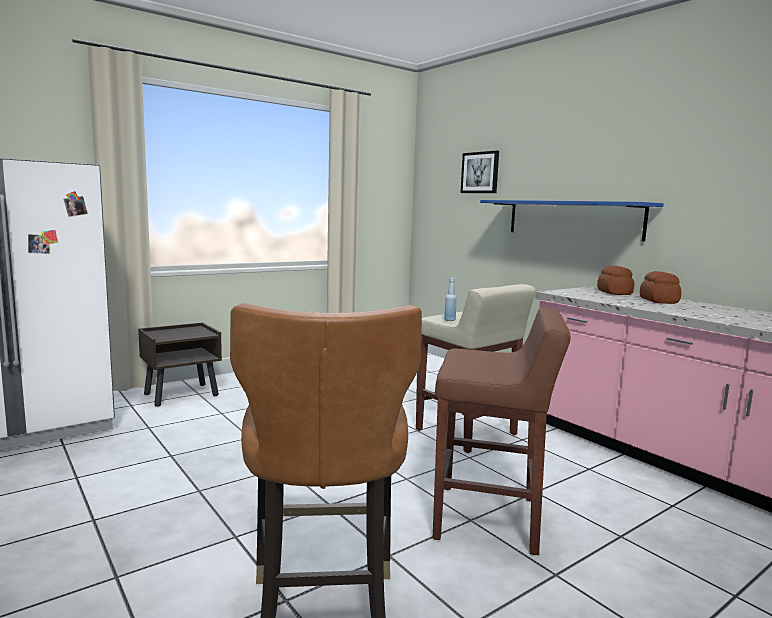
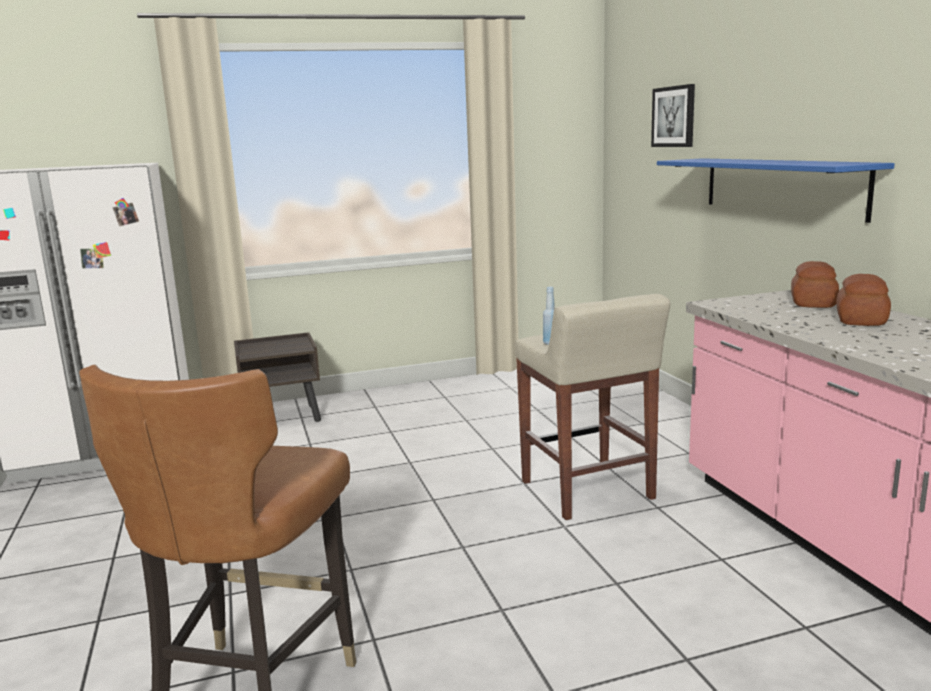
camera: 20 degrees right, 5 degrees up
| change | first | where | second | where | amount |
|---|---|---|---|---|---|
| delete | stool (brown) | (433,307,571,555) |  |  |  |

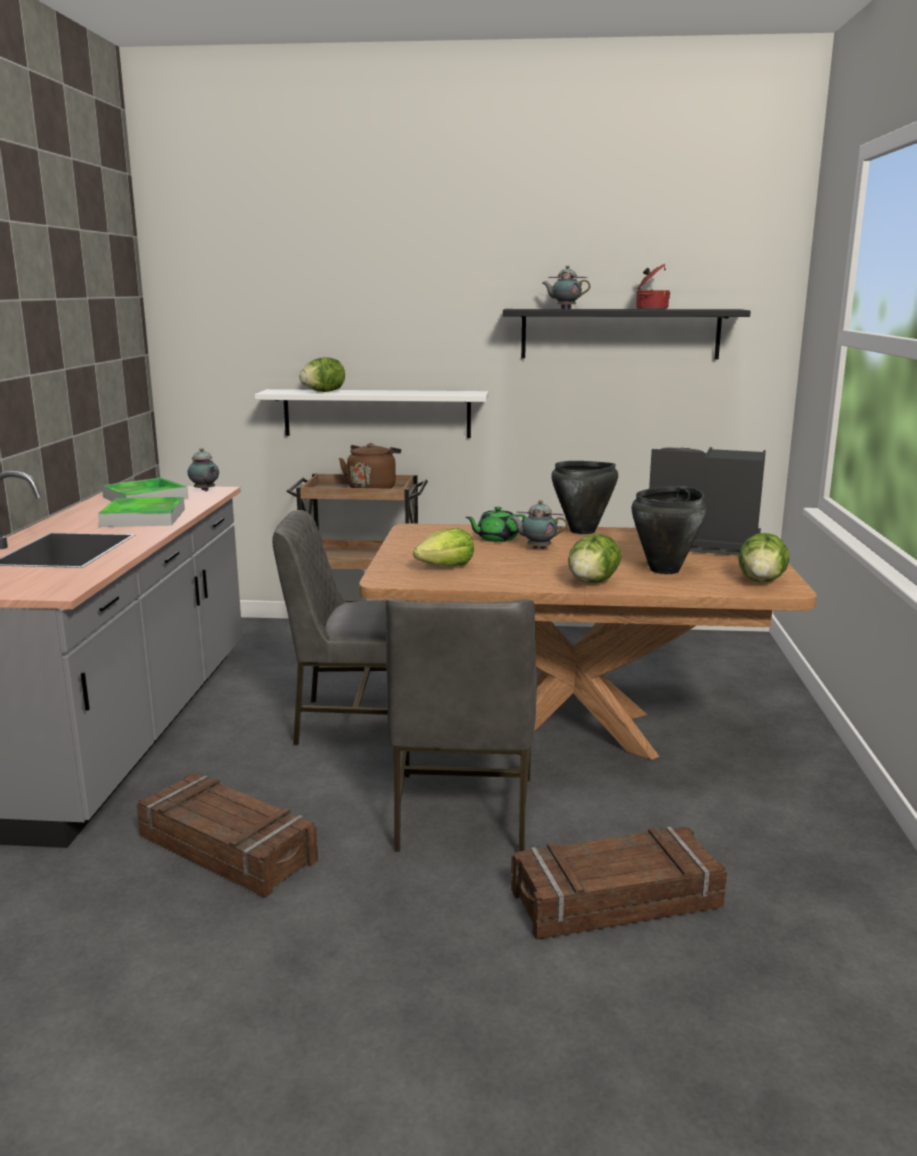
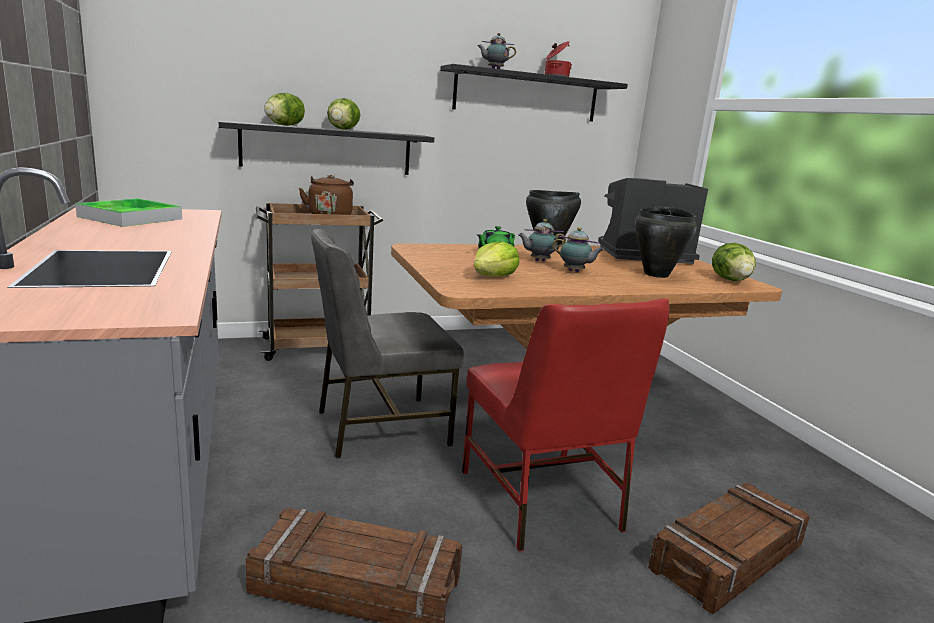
camera: 25 degrees left, 0 degrees up
| change | first | where | second | where | amount |
|---|---|---|---|---|---|
| recolor | shelf (white) | (255,389,488,438) | shelf (black) | (219,121,434,175) |  |
| move | lettuce | (568,534,621,583) |  | (327,98,360,130) |  |
| recolor | chair (grey) | (386,599,537,852) | chair (red) | (462,298,669,552) |  |
| move | teapot | (188,448,219,491) |  | (553,227,604,272) |  |
| delete | tray | (98,497,185,527) |  |  |  |

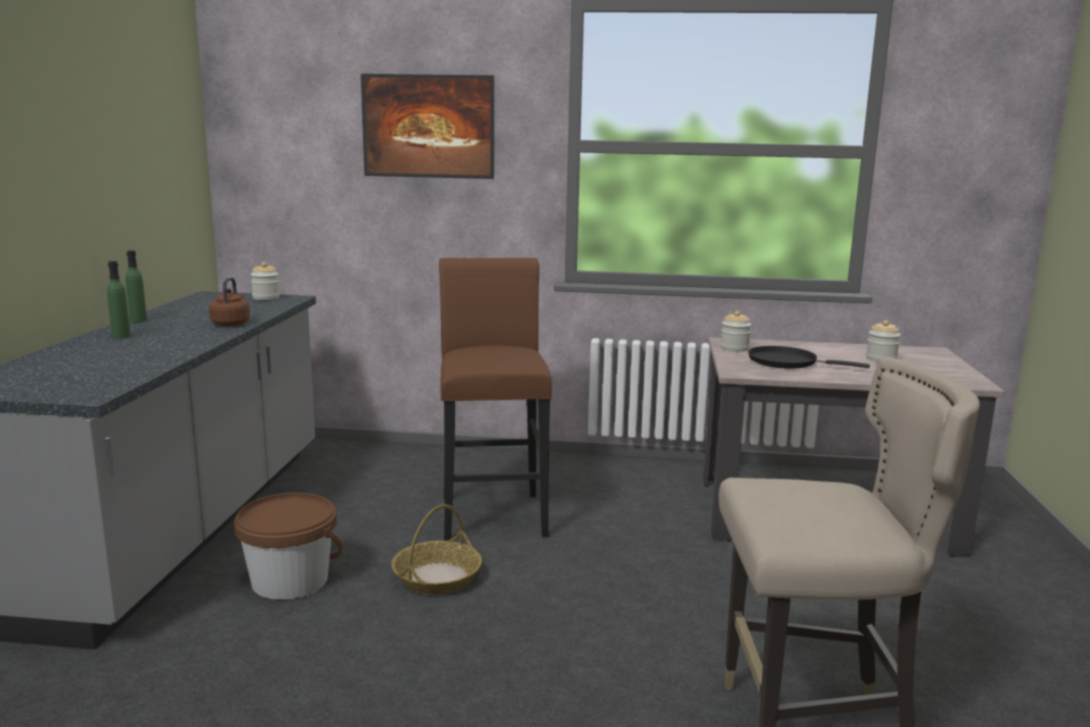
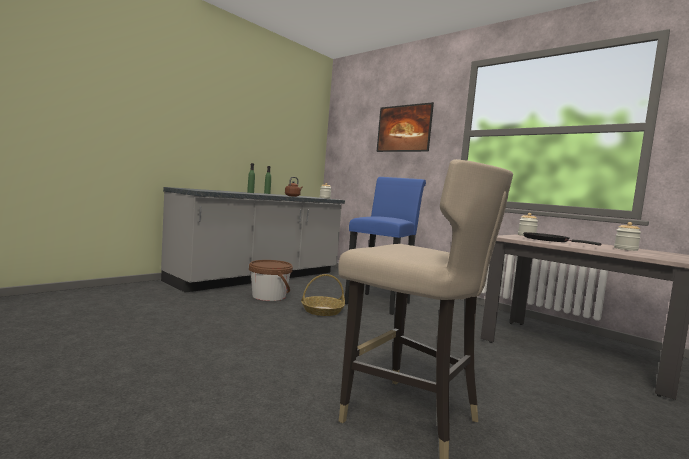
camera: 35 degrees right, 10 degrees down
| change | first | where | second | where | amount |
|---|---|---|---|---|---|
| recolor | stool (brown) | (439,258,552,541) | stool (blue) | (345,177,426,315) |  |

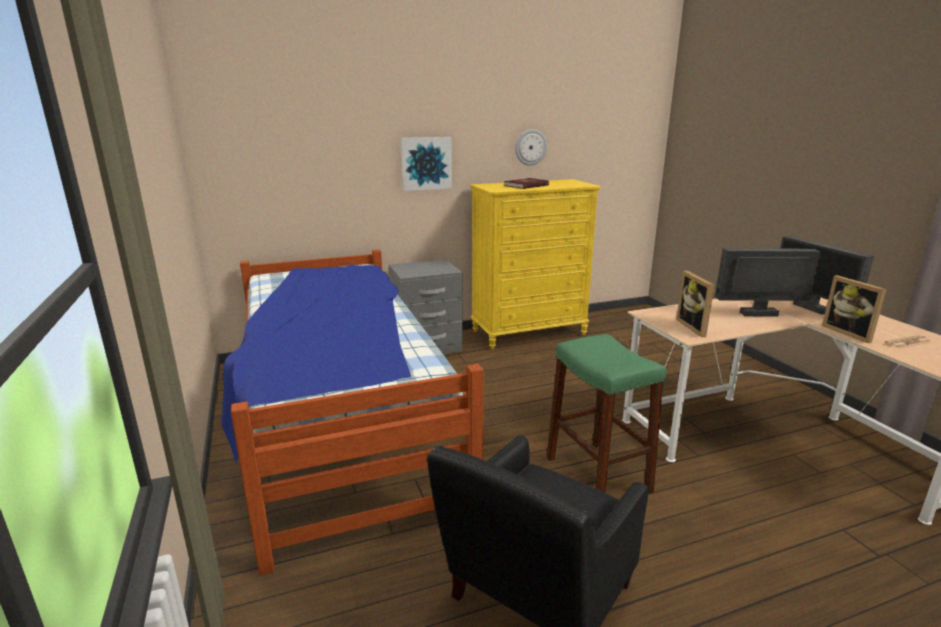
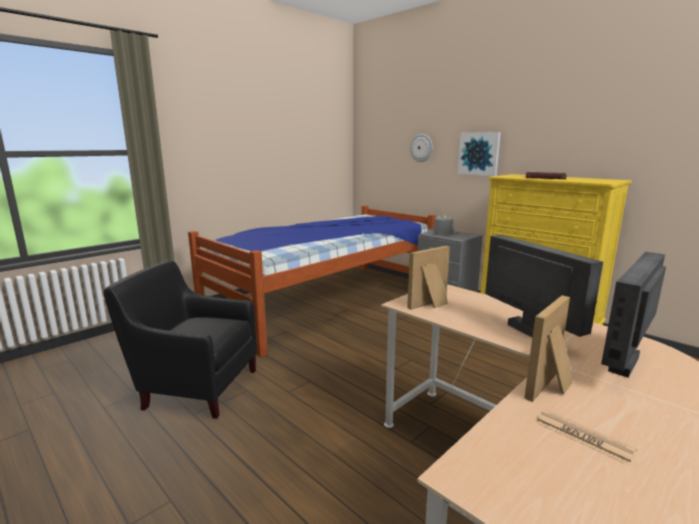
camera: 65 degrees right, 5 degrees down
| change | first | where | second | where | amount |
|---|---|---|---|---|---|
| move | wall clock | (515,129,547,166) |  | (410,134,433,162) |  |
| insert |  |  | hat (grey) | (427,216,459,236) |  |
| delete | stool (green) | (547,334,666,494) |  |  |  |

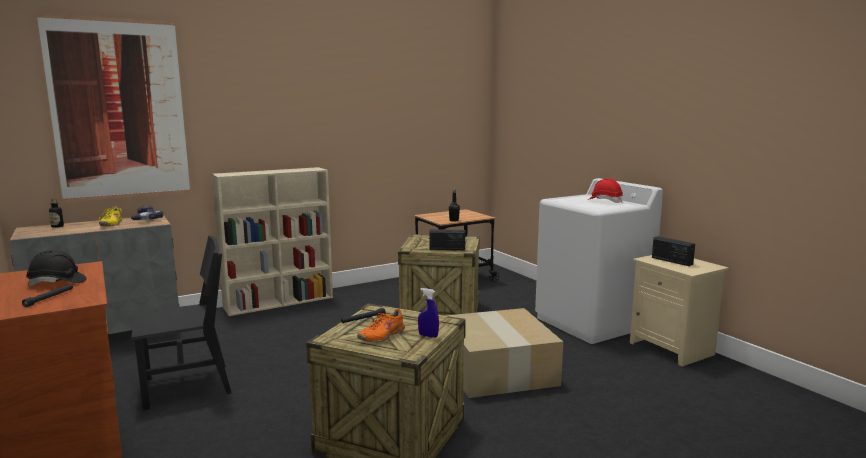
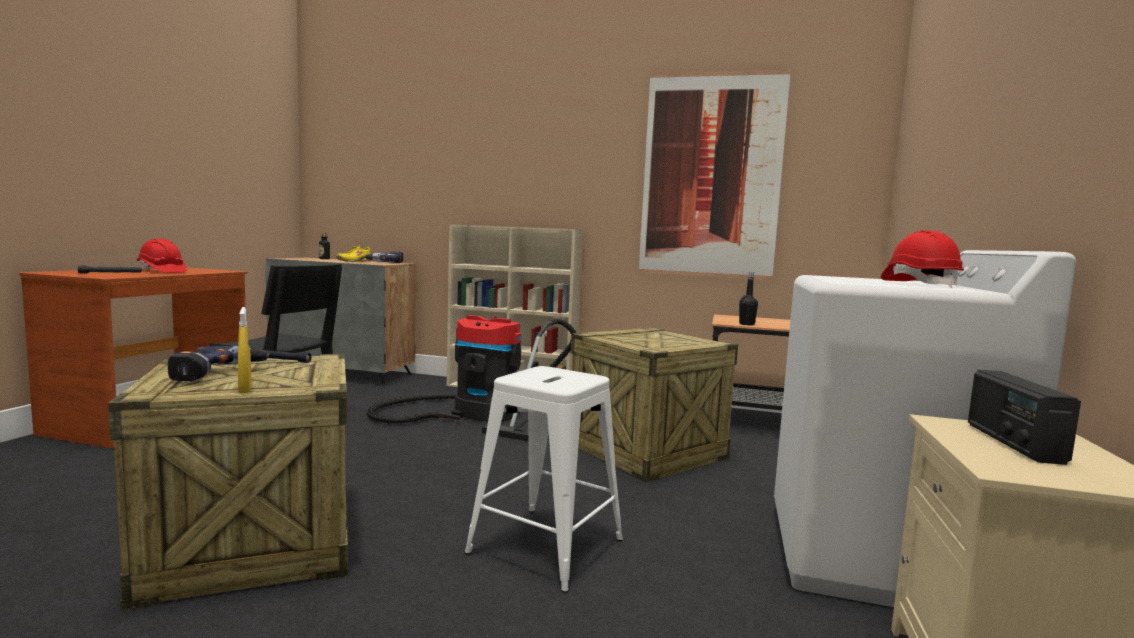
camera: 45 degrees right, 5 degrees down
| change | first | where | second | where | amount |
|---|---|---|---|---|---|
| recolor | hard hat (black) | (26,249,87,286) | hard hat (red) | (137,239,187,273) |  |
| replace | shoe (orange) | (357,308,405,342) | power drill | (168,346,269,381) |  |
| recolor | spray bottle (blue) | (418,288,439,338) | spray bottle (yellow) | (238,307,252,393) |  |
| insert |  |  | vacuum cleaner | (367,315,576,441) |  |
| replace | cardboard box | (445,308,563,398) | stool (white) | (465,366,623,592) |  |
| move | picture | (37,13,190,202) |  | (639,69,791,280) |  |
| delete | radio | (429,229,465,250) |  |  |  |

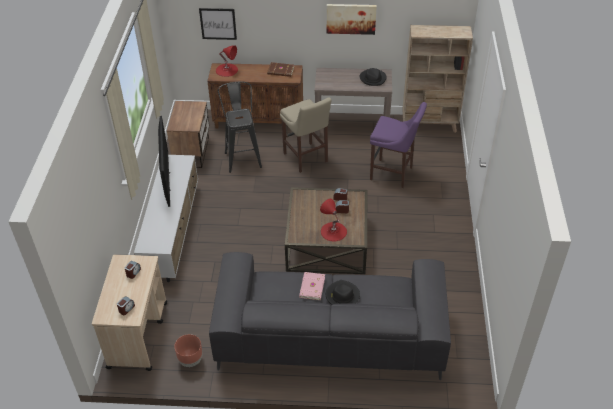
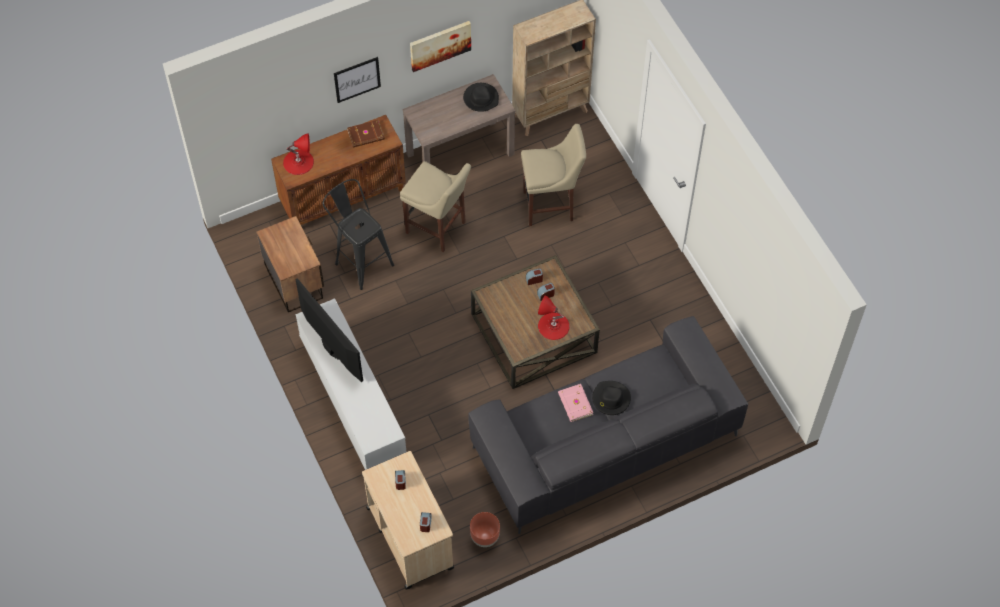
camera: 30 degrees left, 15 degrees up
| change | first | where | second | where | amount |
|---|---|---|---|---|---|
| move | picture | (199,8,237,40) |  | (334,57,381,103) |  |
| recolor | stool (purple) | (370,102,427,188) | stool (beige) | (521,124,586,226) |  |

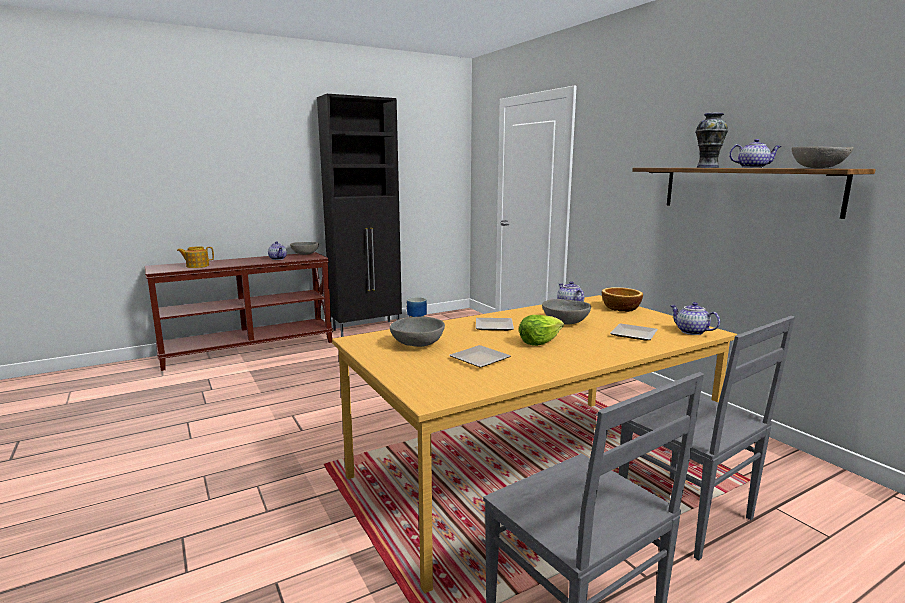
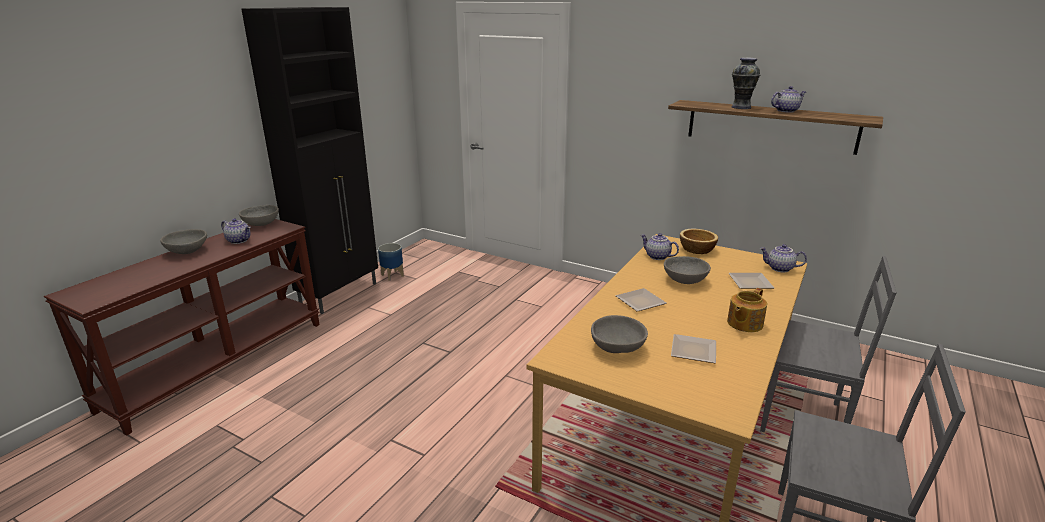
camera: 30 degrees left, 10 degrees up
| change | first | where | second | where | amount |
|---|---|---|---|---|---|
| move | bowl (grey) | (792,146,854,168) |  | (160,229,207,254) |  |
| move | teapot | (177,246,214,268) |  | (727,288,767,332) |  |
| delete | lettuce | (519,315,564,346) |  |  |  |

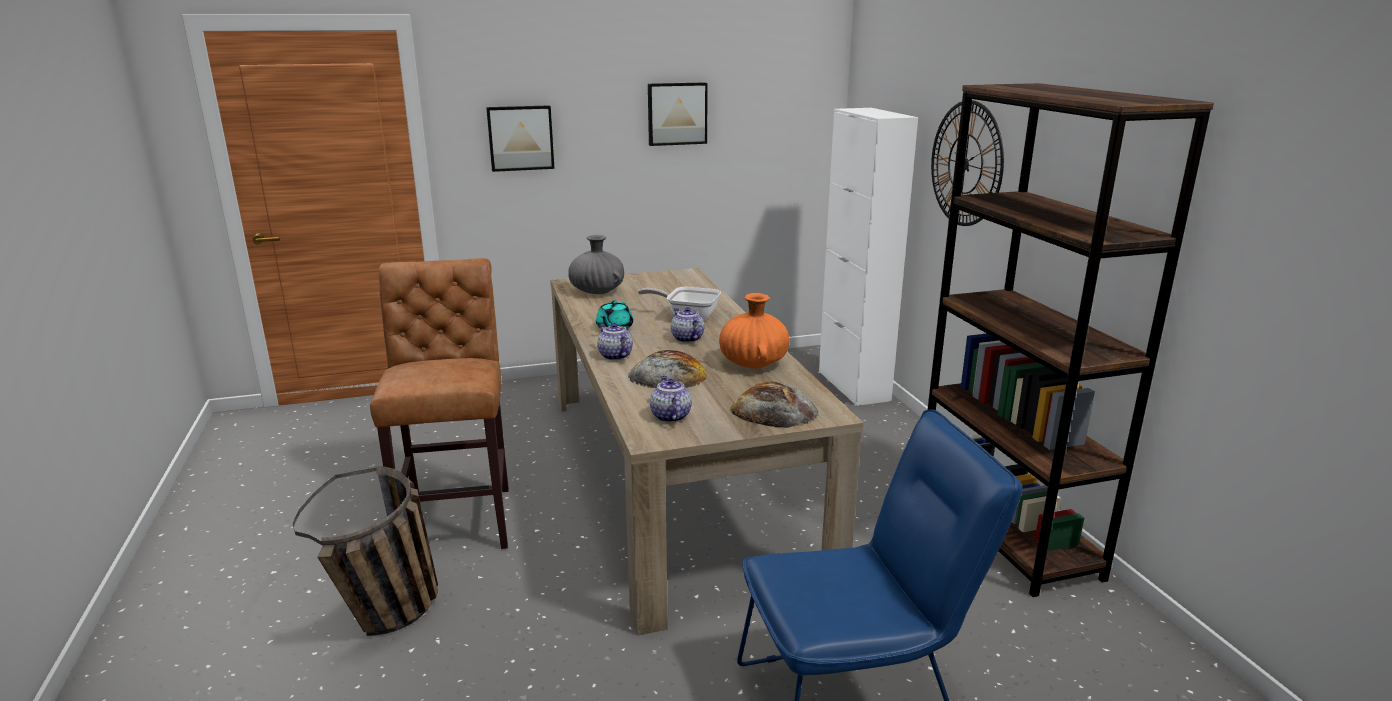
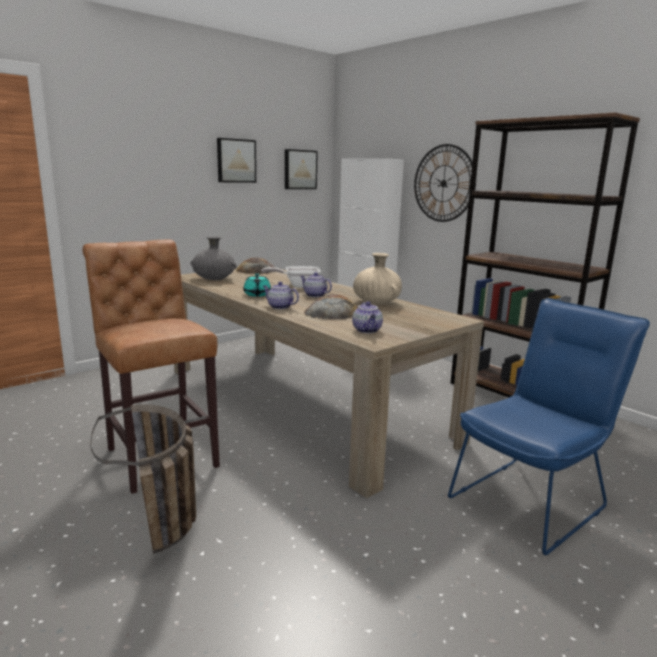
camera: 25 degrees left, 5 degrees down
| change | first | where | second | where | amount |
|---|---|---|---|---|---|
| move | bread | (730,381,818,428) |  | (236,258,276,274) |  |
| move | picture | (486,105,555,172) |  | (285,149,318,189) |  |
| rotate | teapot | (650,376,692,422) |  | (352,302,383,333) | 150 degrees counterclockwise |
| recolor | vase (orange) | (719,293,790,369) | vase (beige) | (353,253,402,305) |  |

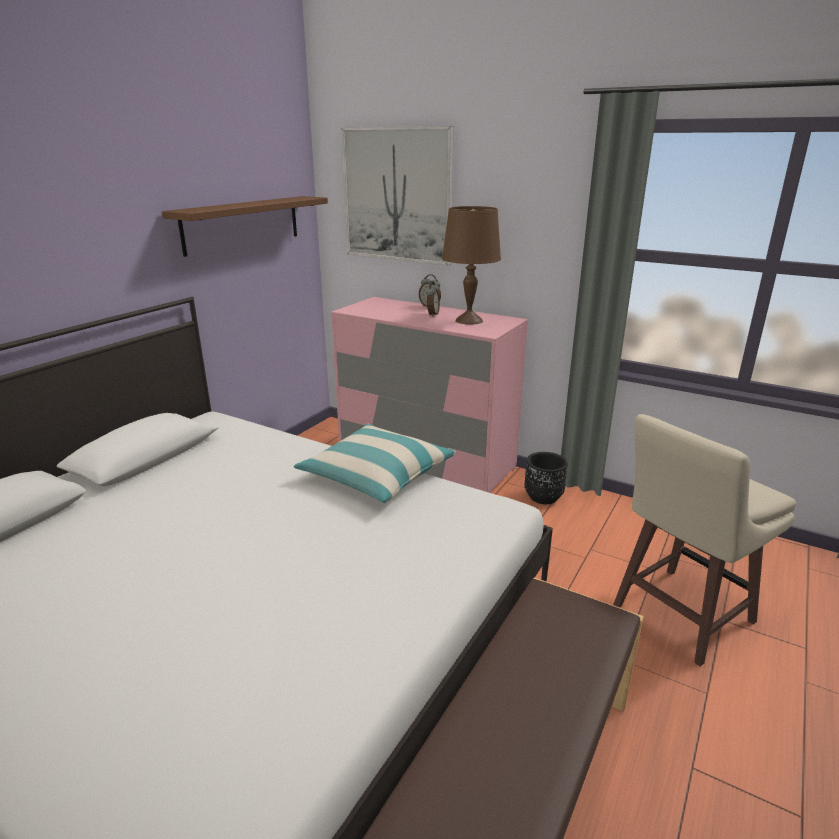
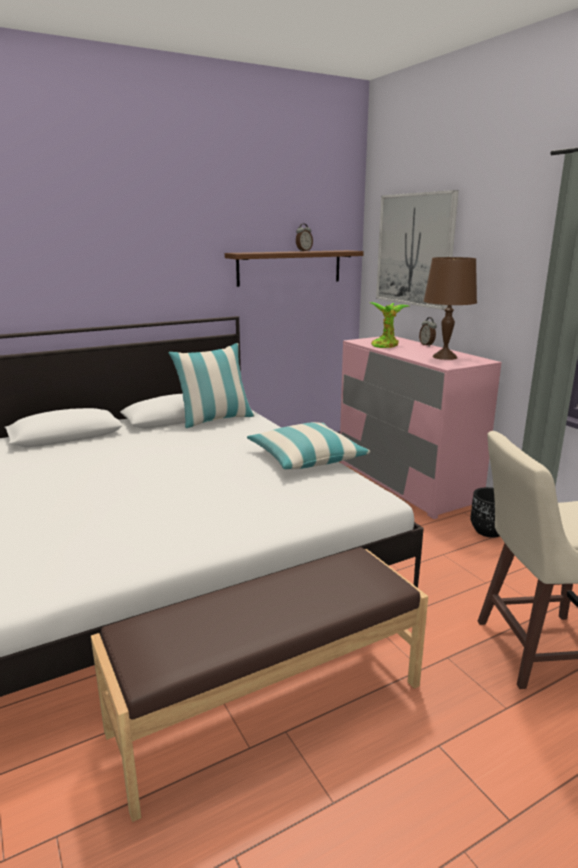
camera: 30 degrees right, 5 degrees down
| change | first | where | second | where | amount |
|---|---|---|---|---|---|
| insert |  |  | pillow | (168,343,255,428) |  |
| move | alarm clock | (426,281,440,317) |  | (296,223,313,251) |  |
| insert |  |  | potted plant | (371,302,411,348) |  |

